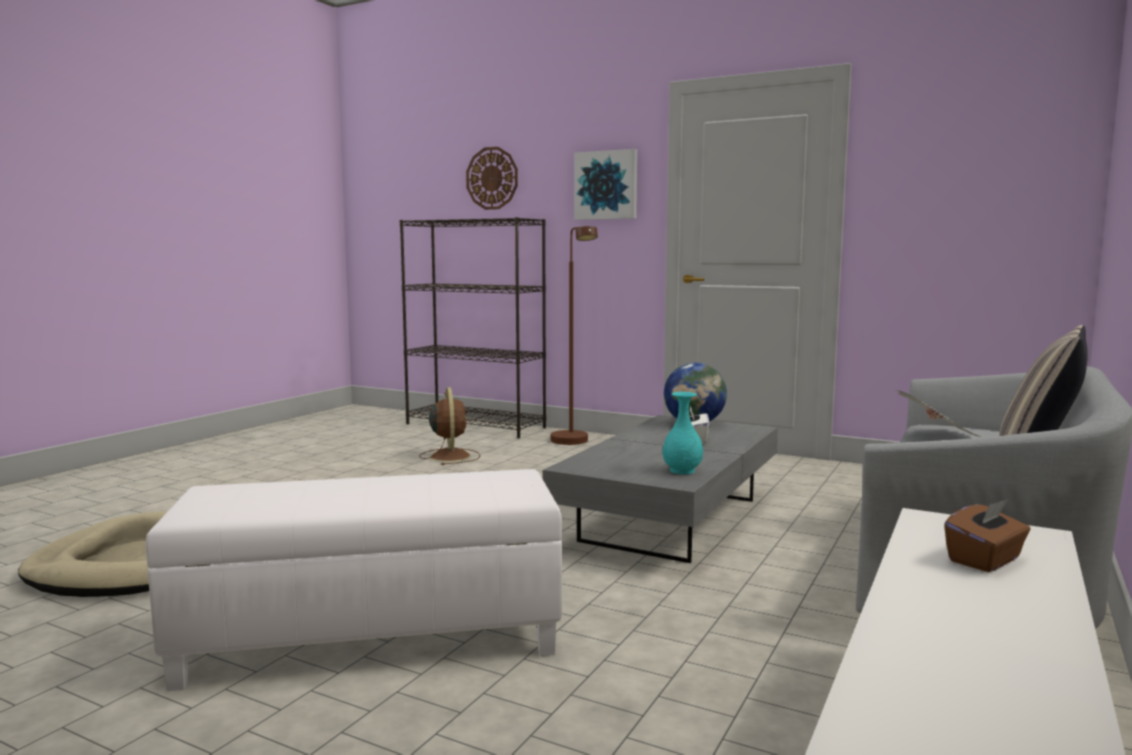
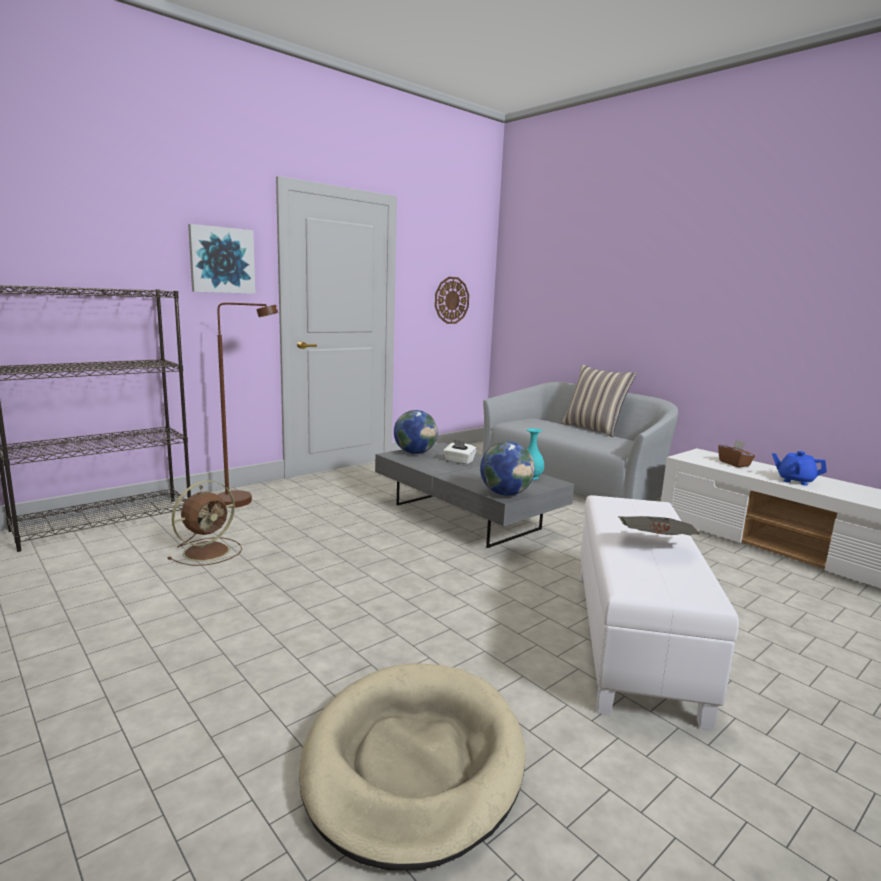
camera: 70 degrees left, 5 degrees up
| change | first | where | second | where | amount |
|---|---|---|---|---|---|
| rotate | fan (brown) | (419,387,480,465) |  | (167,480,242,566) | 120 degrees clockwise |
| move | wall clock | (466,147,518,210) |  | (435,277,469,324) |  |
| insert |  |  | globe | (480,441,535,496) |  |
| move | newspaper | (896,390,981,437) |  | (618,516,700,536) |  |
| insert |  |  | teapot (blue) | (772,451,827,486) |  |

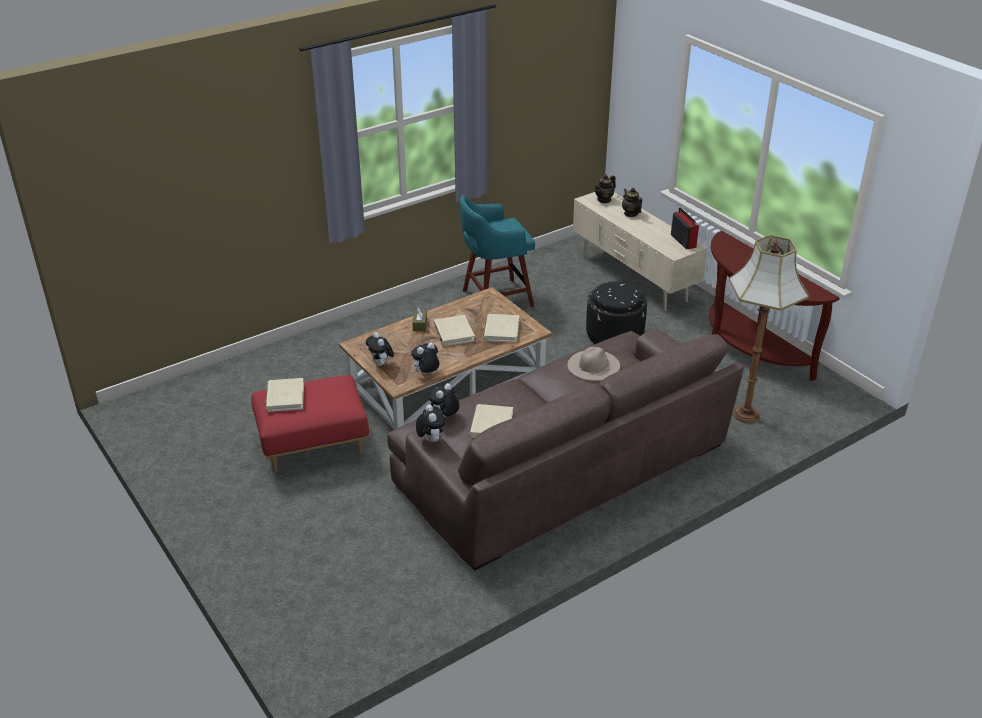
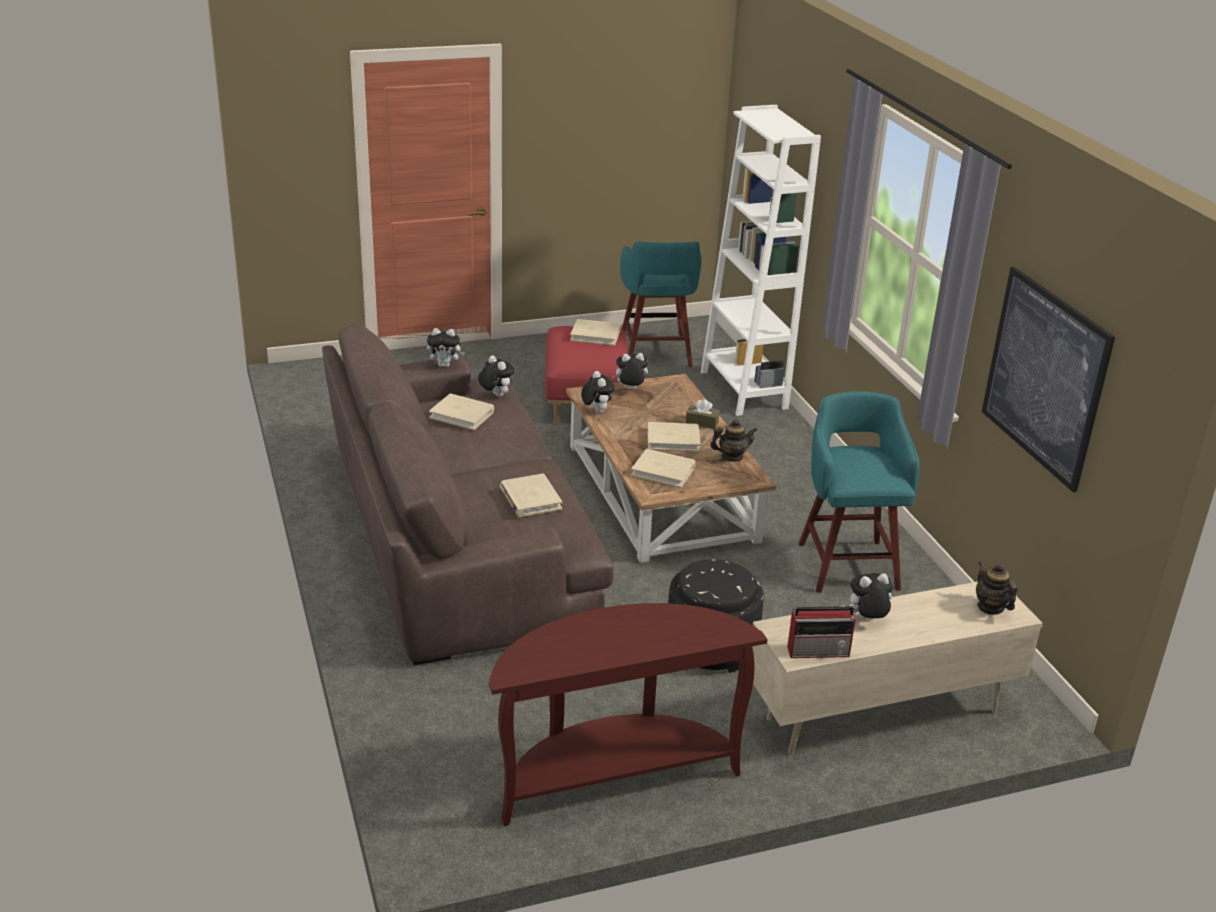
camera: 105 degrees right, 5 degrees down
| change | first | where | second | where | amount |
|---|---|---|---|---|---|
| replace | hat (beige) | (568,347,620,381) | book (beige) | (500,473,562,517) |  |
| insert |  |  | stool (turquoise) | (620,241,702,367) |  |
| insert |  |  | bookcase (white) | (701,105,821,416) |  |
| move | teapot | (622,188,642,217) |  | (710,419,757,462) |  |
| insert |  |  | plush toy | (845,573,893,620) |  |
| insert |  |  | picture | (982,267,1115,492) |  |
| delete | floor lamp | (729,235,810,423) |  |  |  |

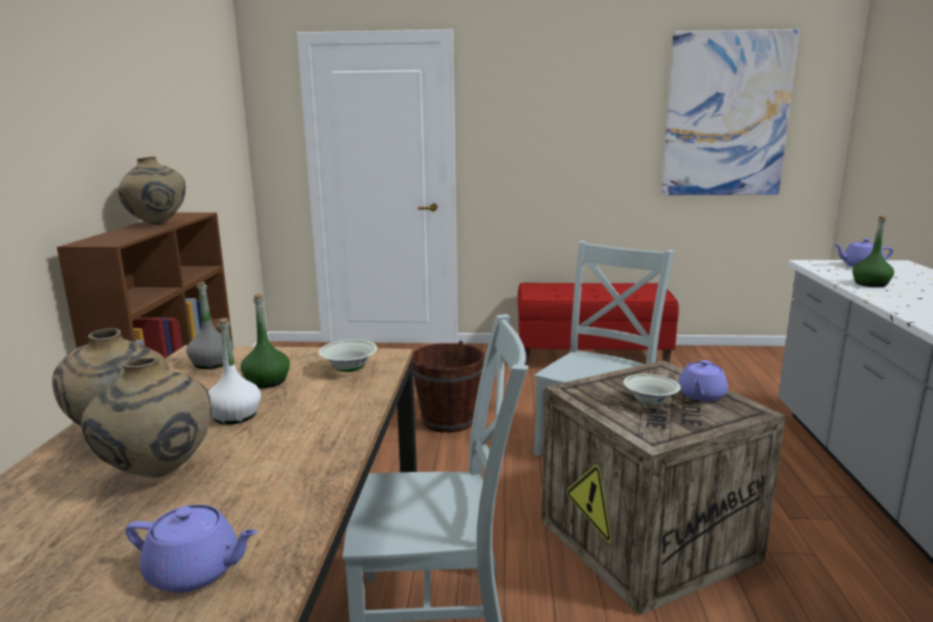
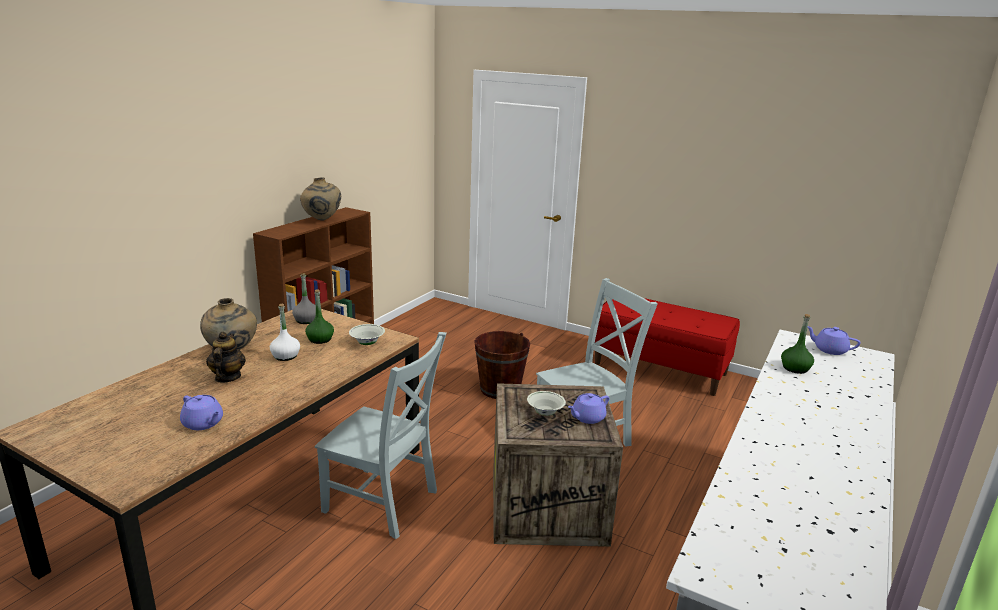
camera: 25 degrees right, 5 degrees up
| change | first | where | second | where | amount |
|---|---|---|---|---|---|
| replace | vase (beige) | (81,358,212,478) | teapot | (206,332,246,383) |  |
| delete | picture | (661,29,800,195) |  |  |  |

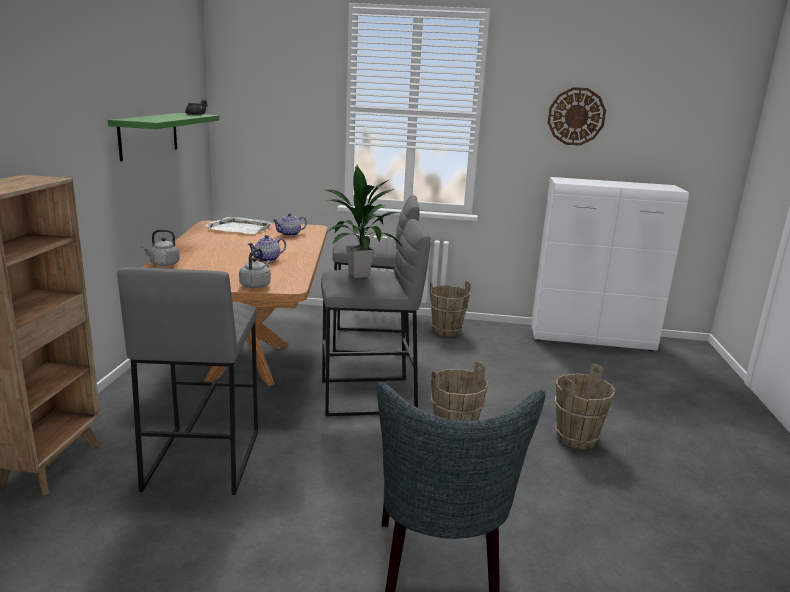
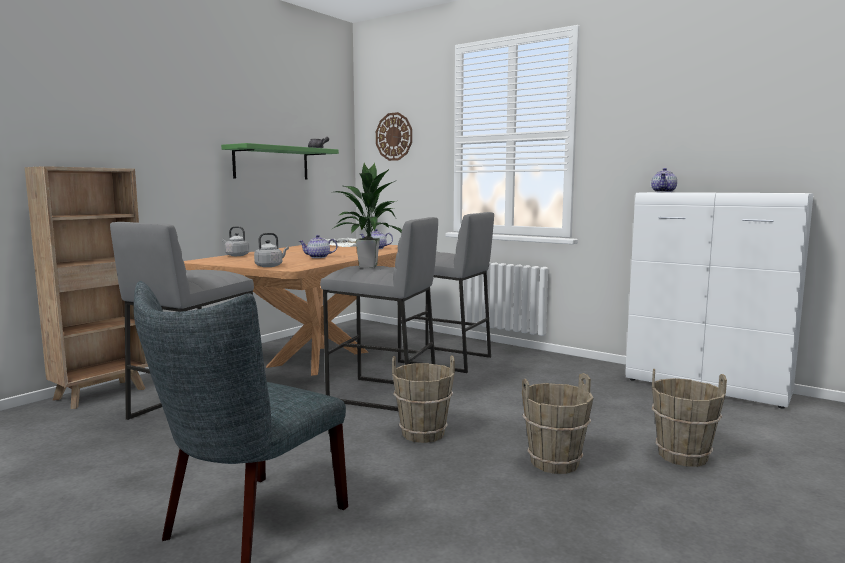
camera: 30 degrees right, 10 degrees down
| change | first | where | second | where | amount |
|---|---|---|---|---|---|
| move | wall clock | (548,87,606,146) |  | (376,112,412,161) |  |
| insert |  |  | teapot | (651,168,677,192) |  |
| move | bucket (brown) | (429,281,471,337) |  | (652,369,727,467) |  |

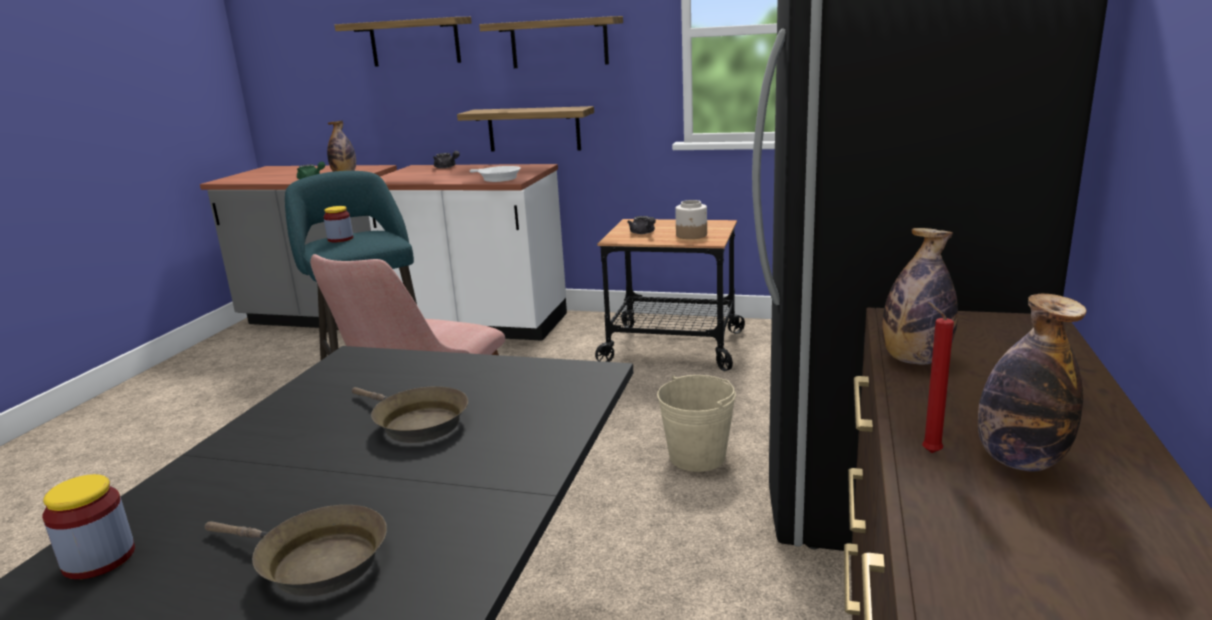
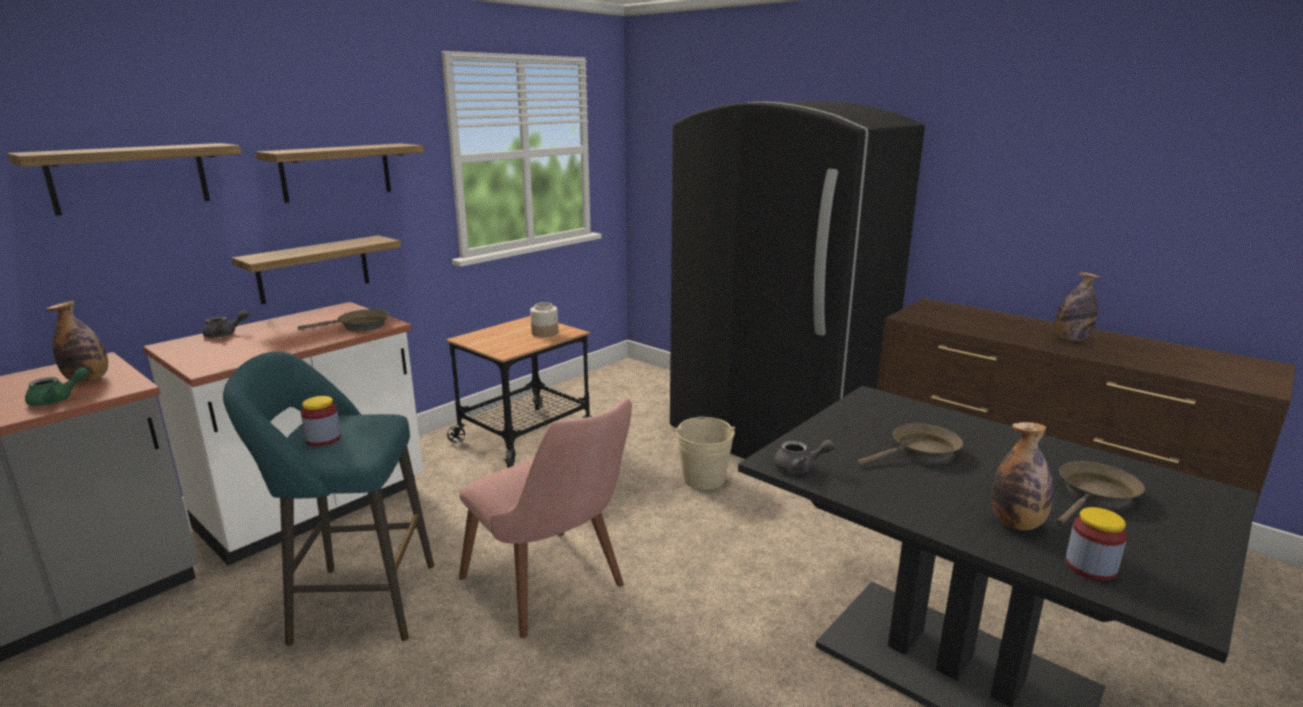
camera: 65 degrees left, 0 degrees up
| change | first | where | second | where | amount |
|---|---|---|---|---|---|
| recolor | frying pan (white) | (470,166,521,182) | frying pan (brown) | (298,309,389,331) |  |
| move | teapot (grey) | (627,216,656,234) |  | (774,440,835,473) |  |
| move | bottle | (882,228,958,364) |  | (991,422,1053,530) |  |
| delete | candle (red) | (922,302,954,453) |  |  |  |

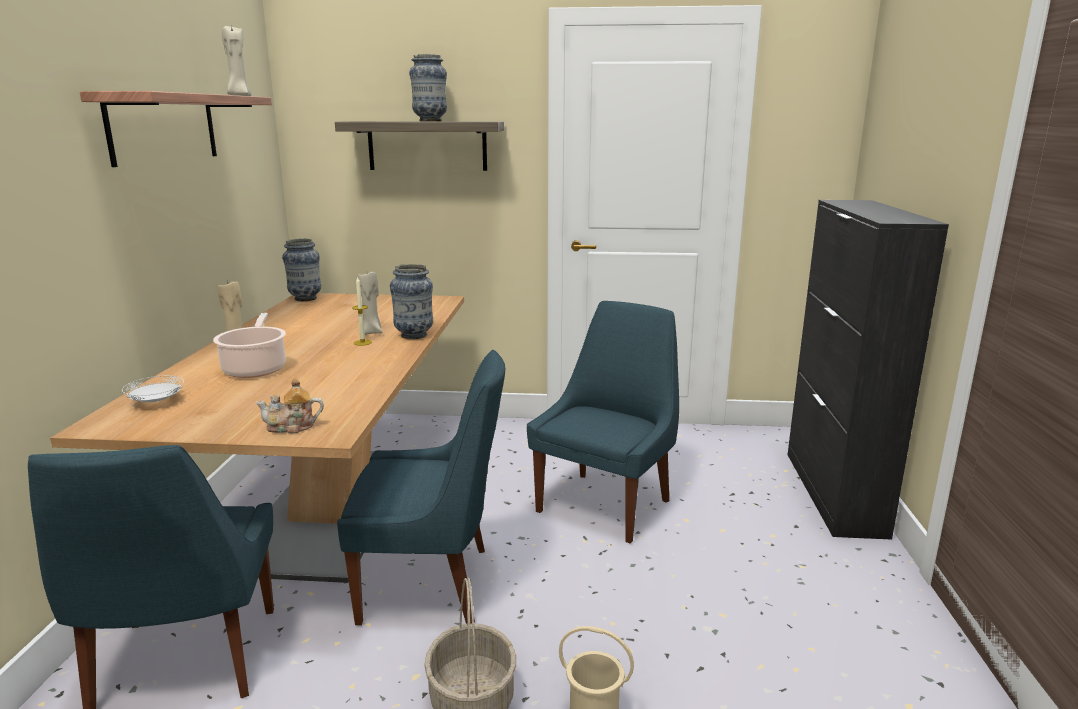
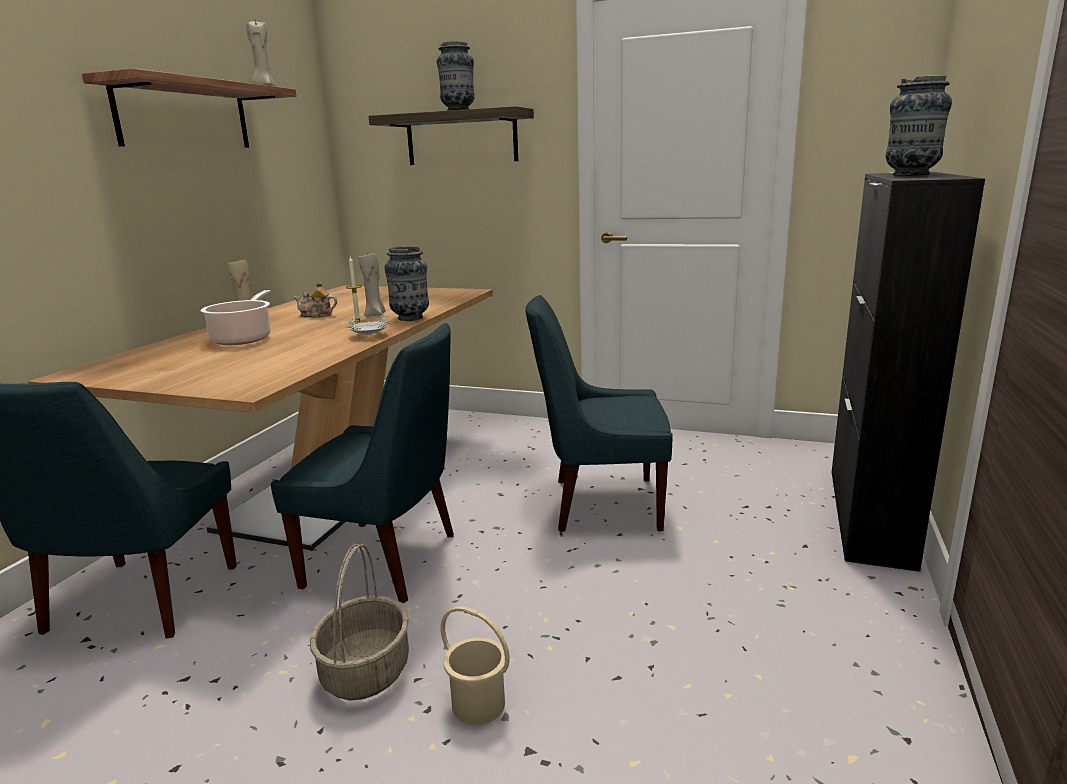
camera: 15 degrees right, 0 degrees up
| change | first | where | second | where | amount |
|---|---|---|---|---|---|
| move | teapot | (256,378,324,433) |  | (294,281,337,318) |  |
| move | plate (white) | (122,376,184,403) |  | (344,315,391,336) |  |
| rotate | chair (blue) | (527,301,679,544) |  | (525,295,673,532) | 135 degrees counterclockwise |
| move | vase | (282,239,321,301) |  | (885,75,952,176) |  |

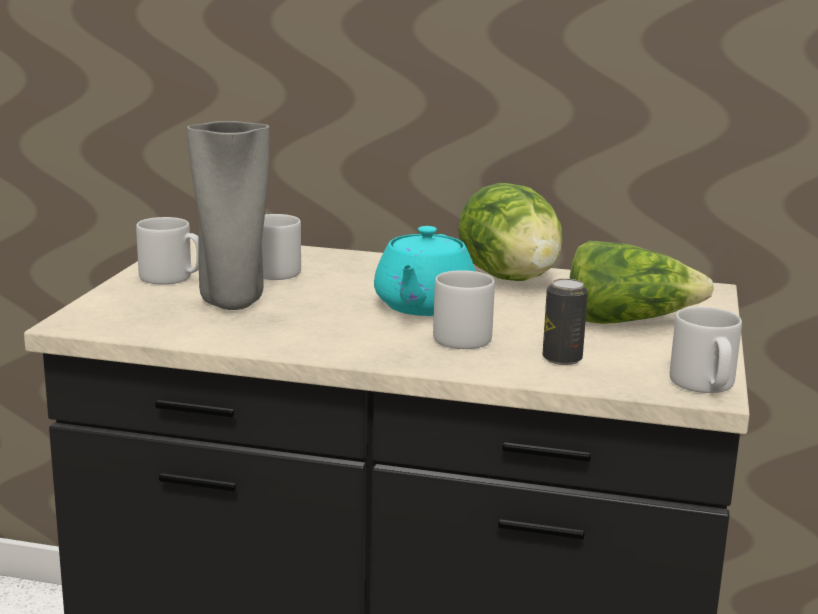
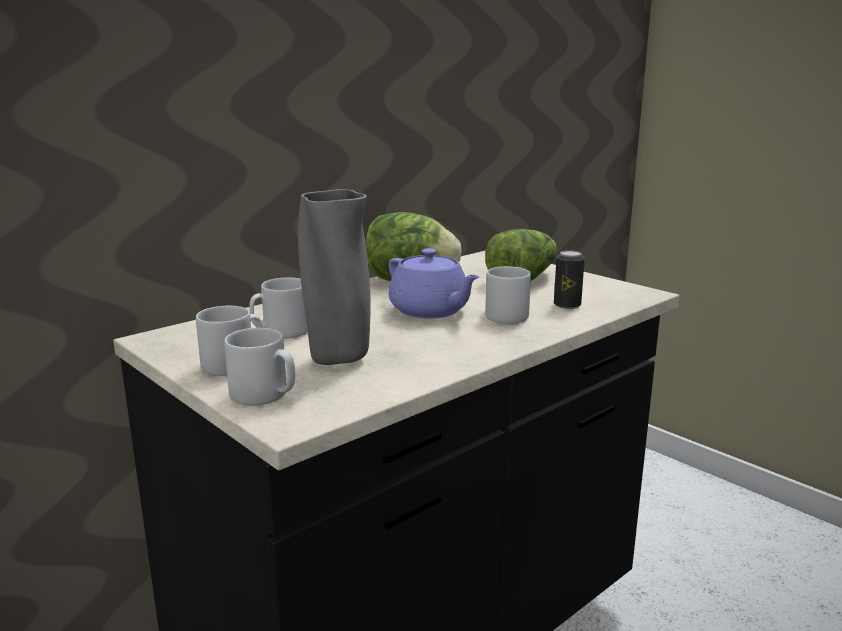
camera: 55 degrees left, 0 degrees up
| change | first | where | second | where | amount |
|---|---|---|---|---|---|
| move | mug (grey) | (670,307,742,393) |  | (224,328,295,405) |  |
| recolor | teapot (turquoise) | (374,226,476,316) | teapot (purple) | (389,248,480,319) |  |

